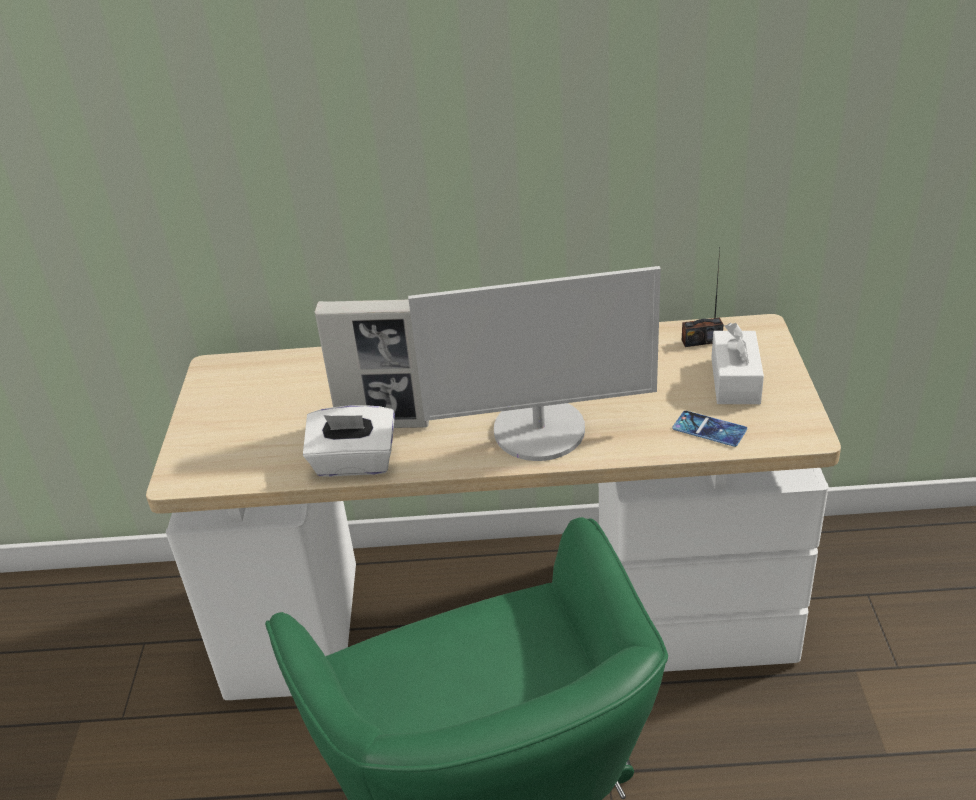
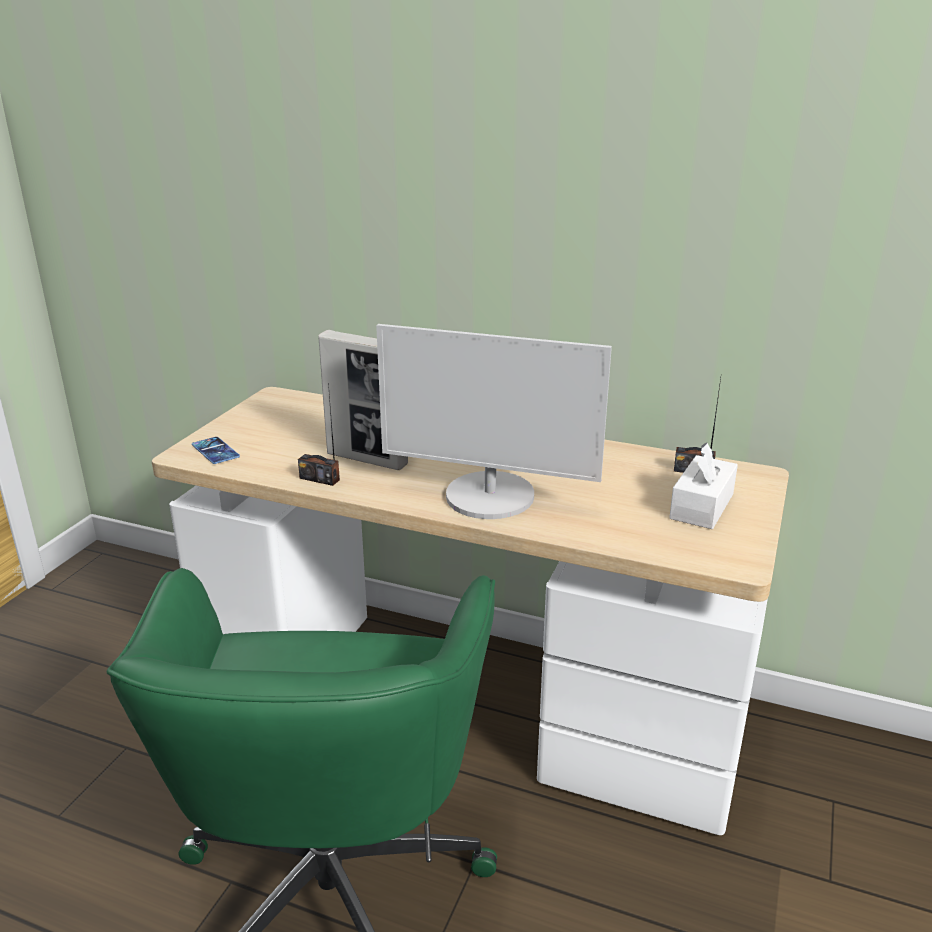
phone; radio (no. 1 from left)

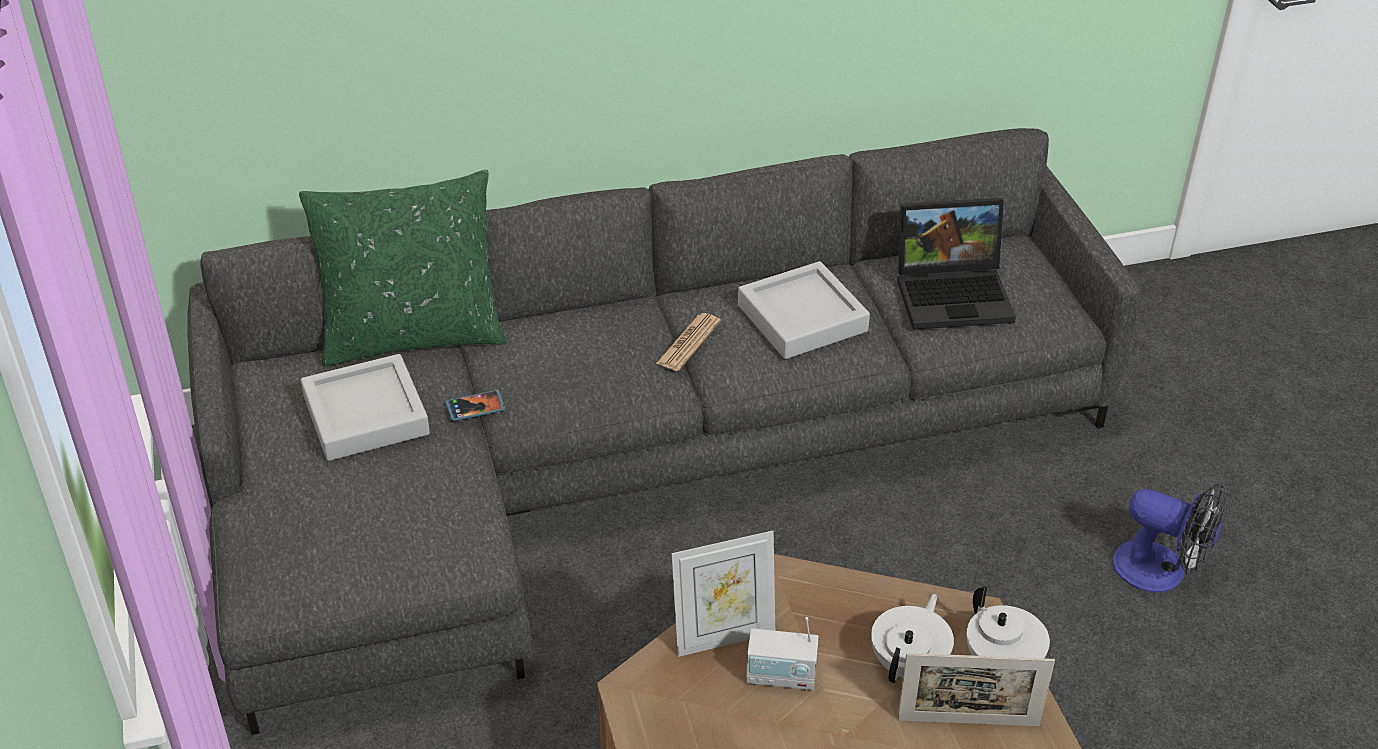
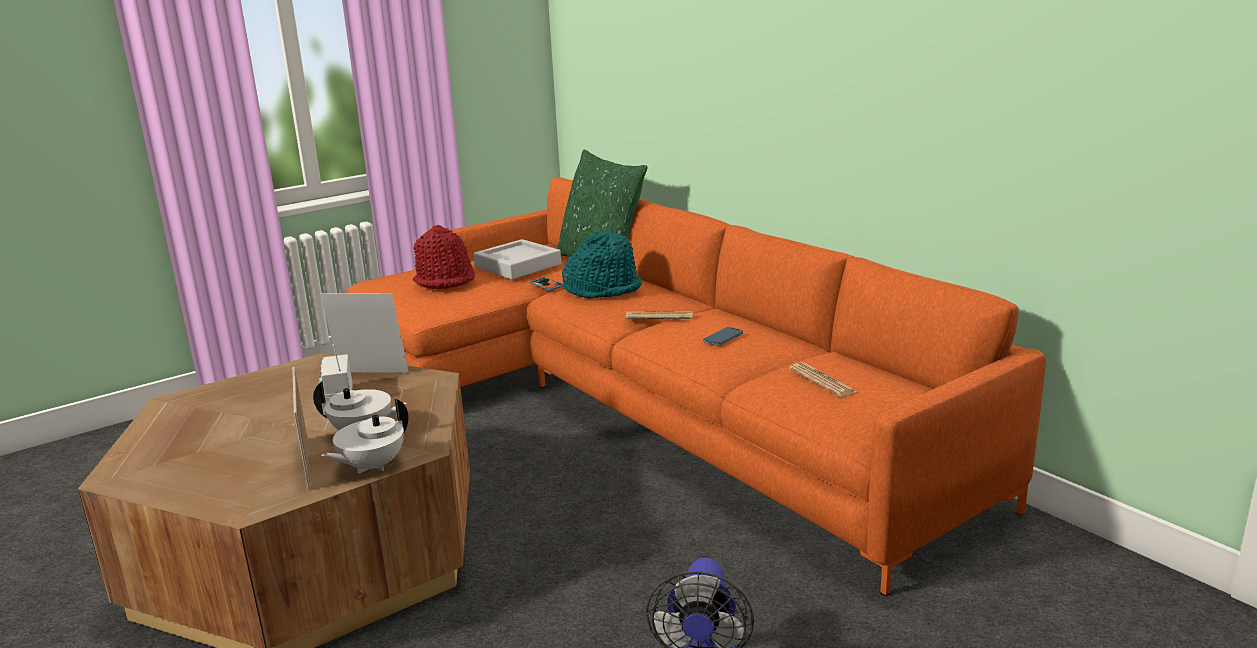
picture frame (no. 2 from left); orange sofa; red hat; turquoise hat; phone (no. 2 from left); newspaper (no. 2 from left)

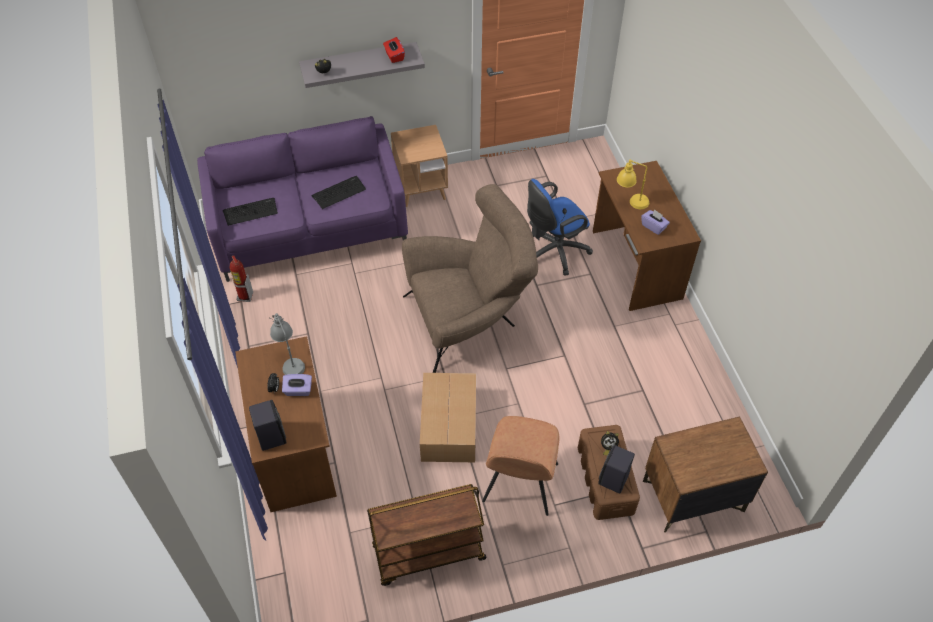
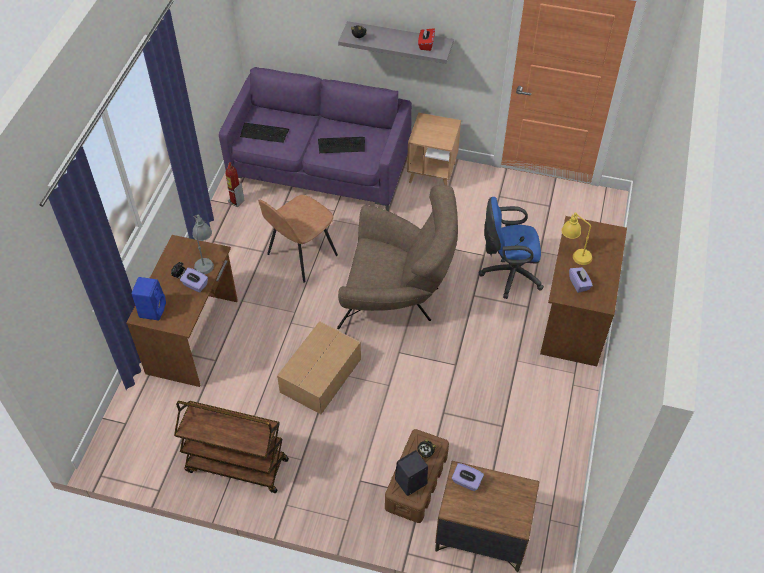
blue speaker; brown chair; purple tissue box (no. 2 from left)

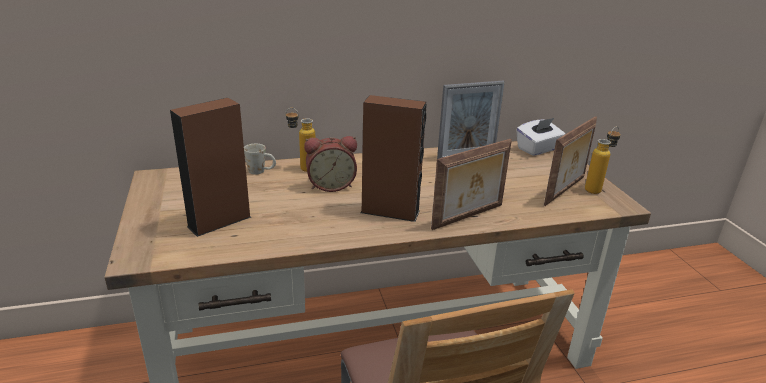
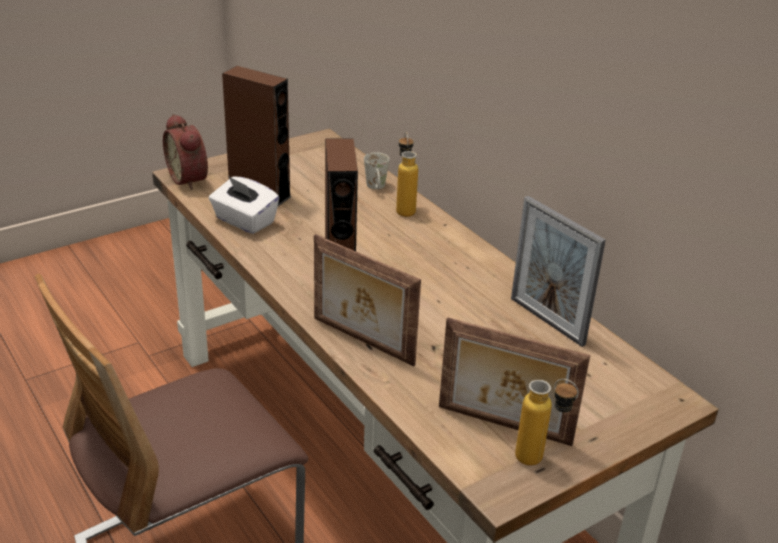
alarm clock; white tissue box

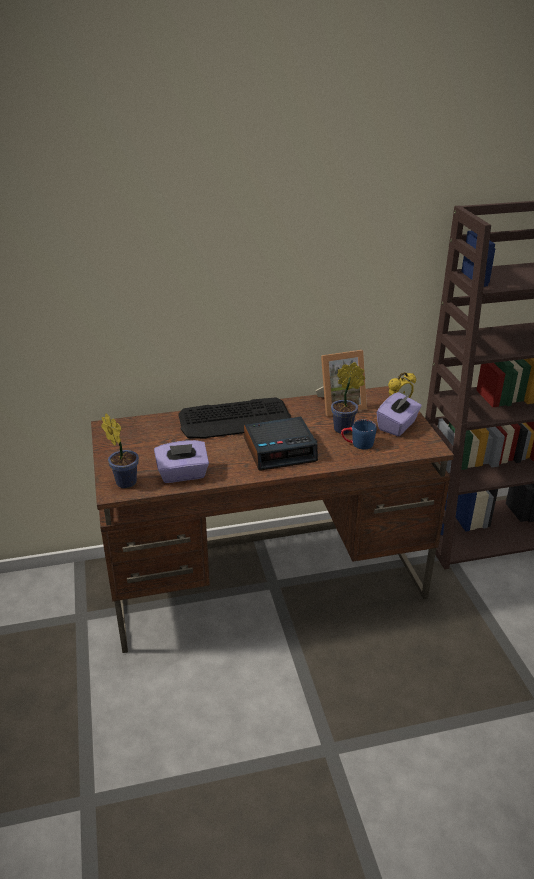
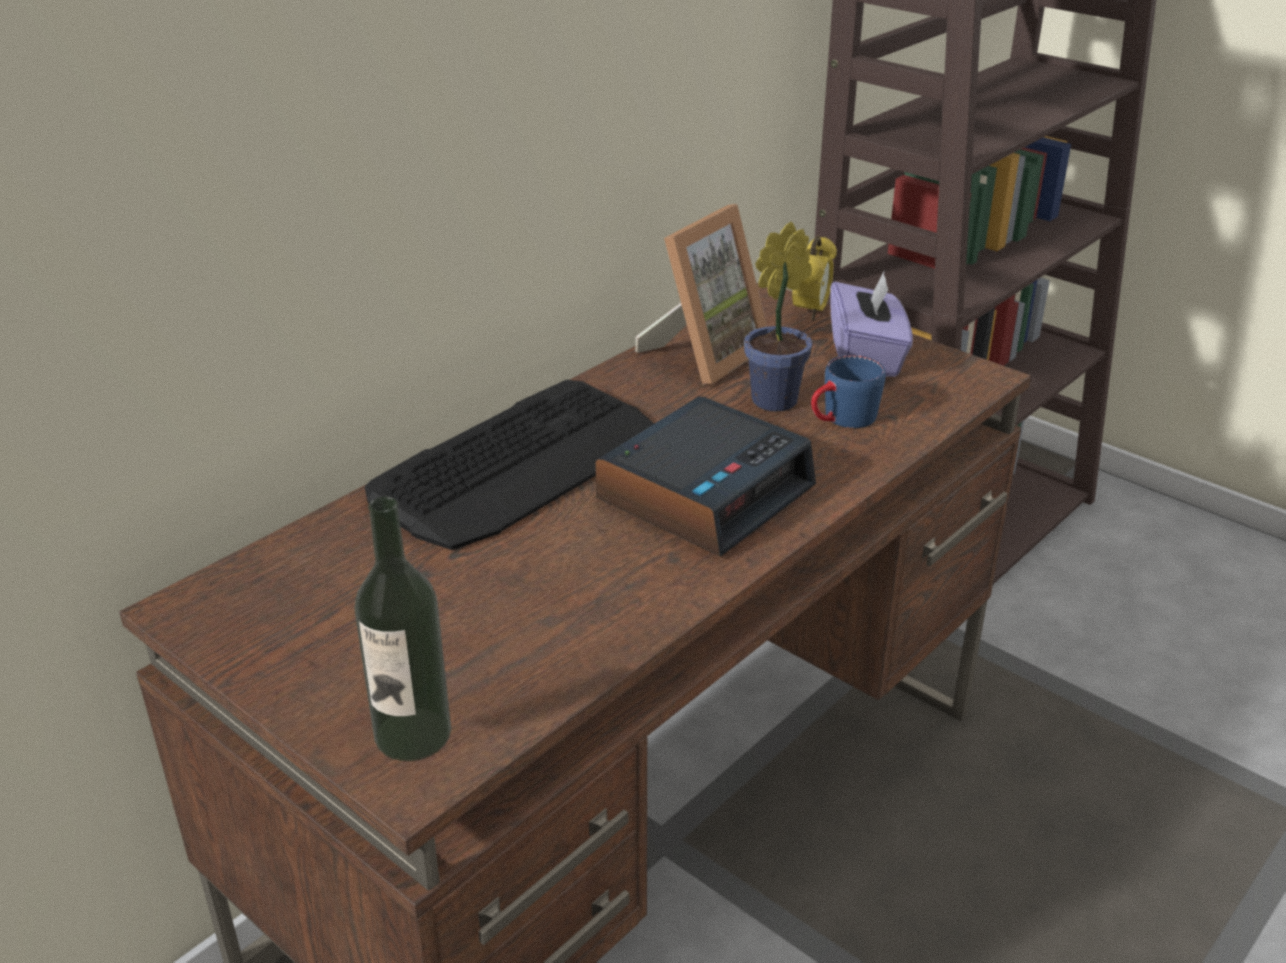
bottle; purple tissue box (no. 1 from left in the first image)

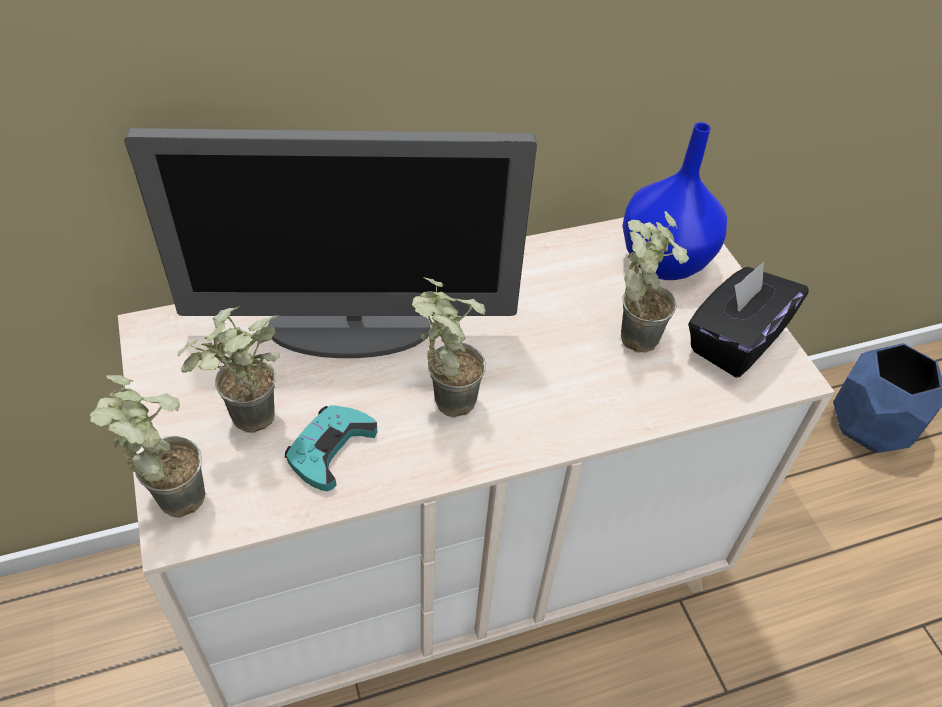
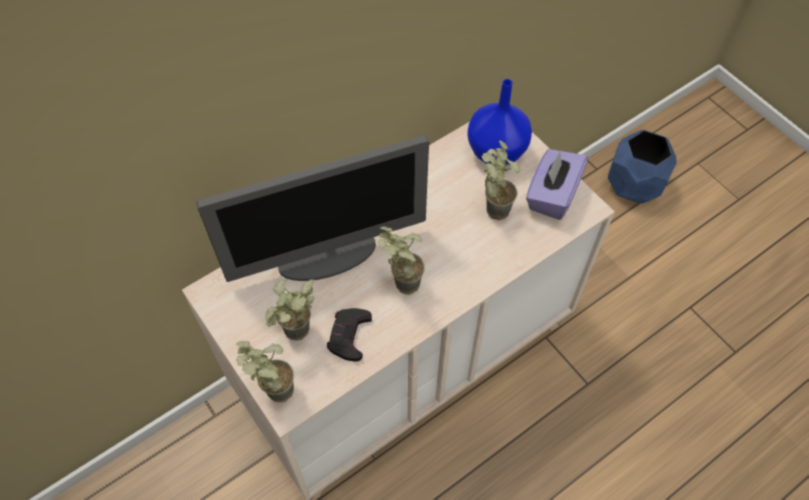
black game controller; purple tissue box

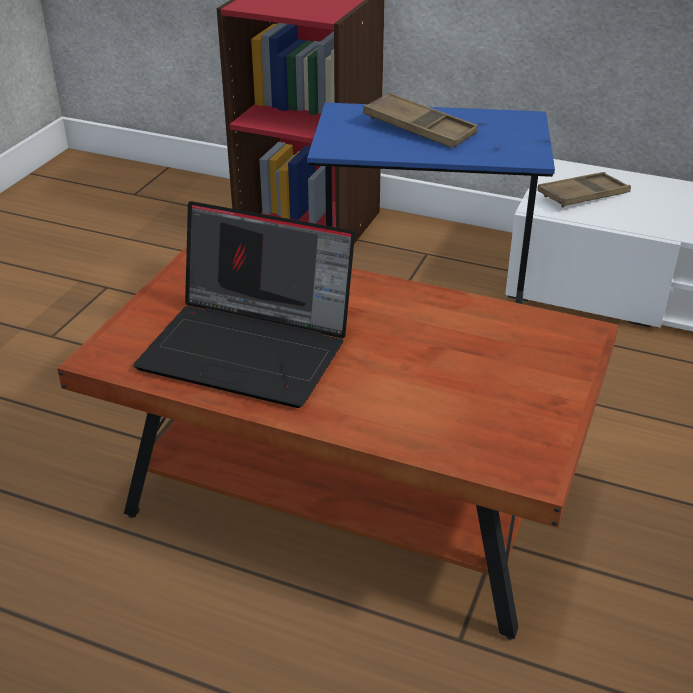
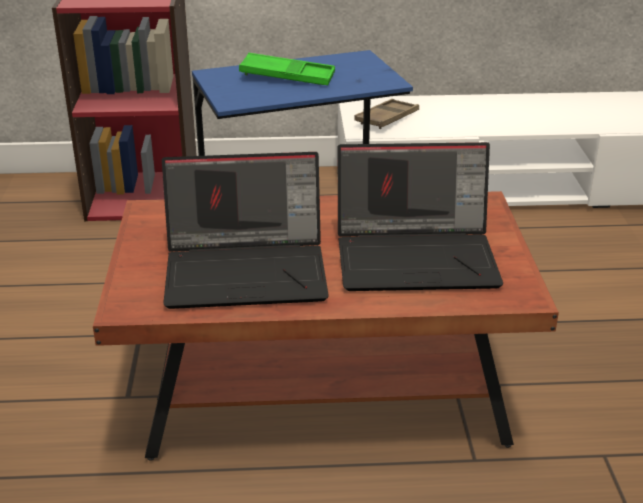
green tray; laptop (no. 2 from left)

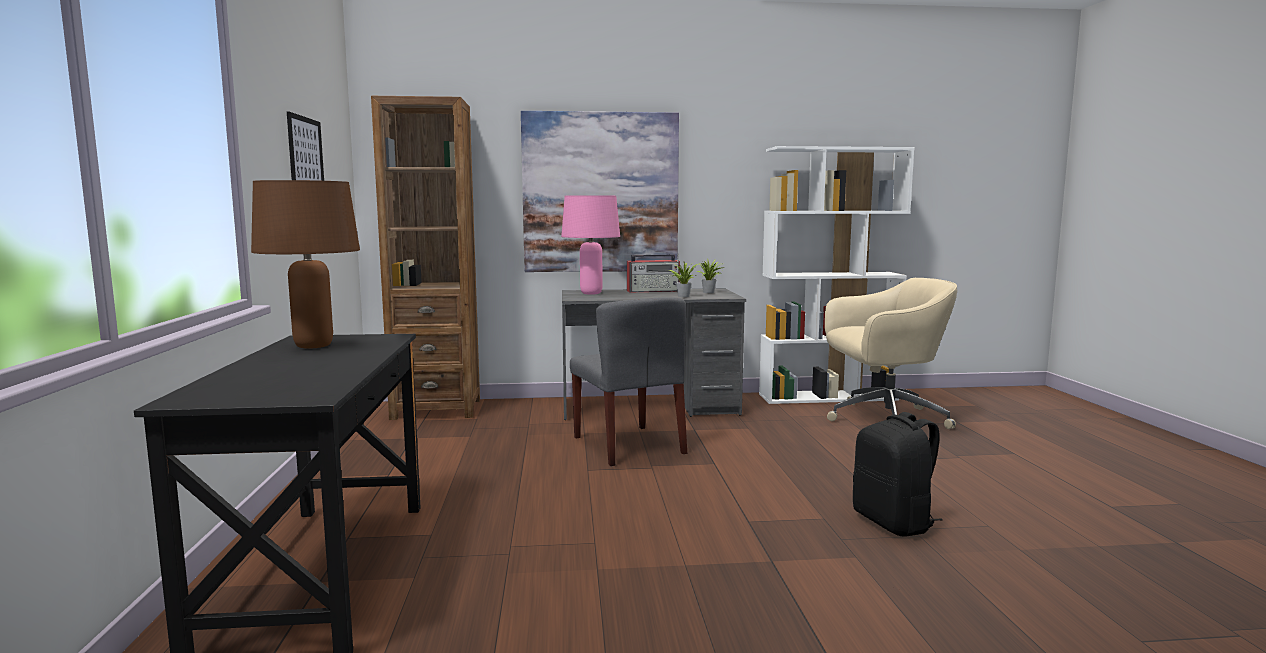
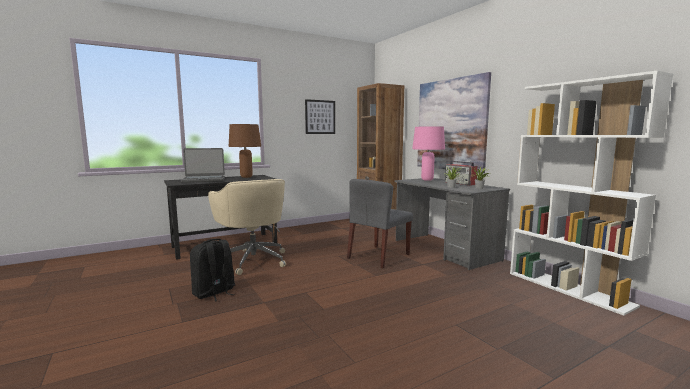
laptop; black backpack; beige office chair

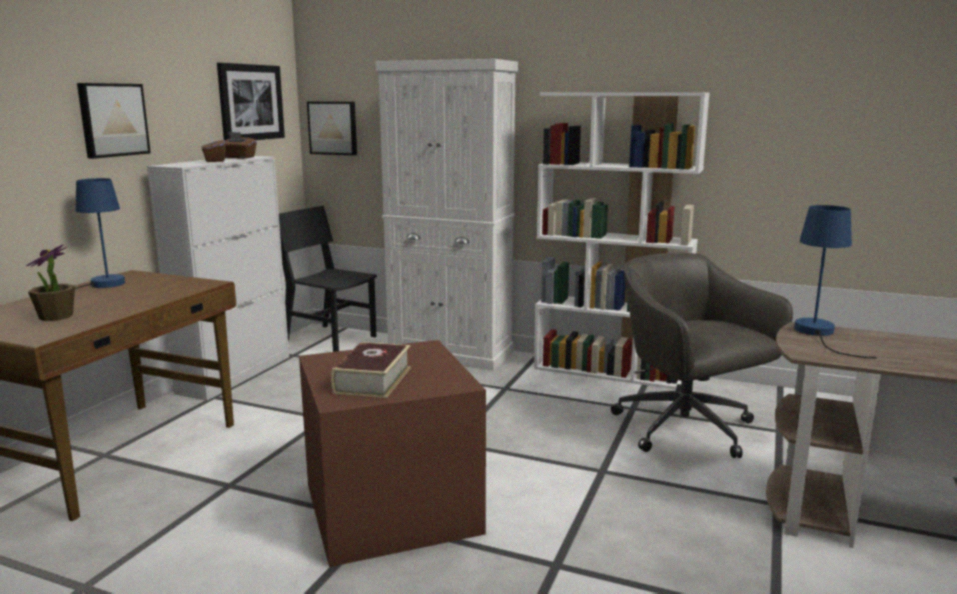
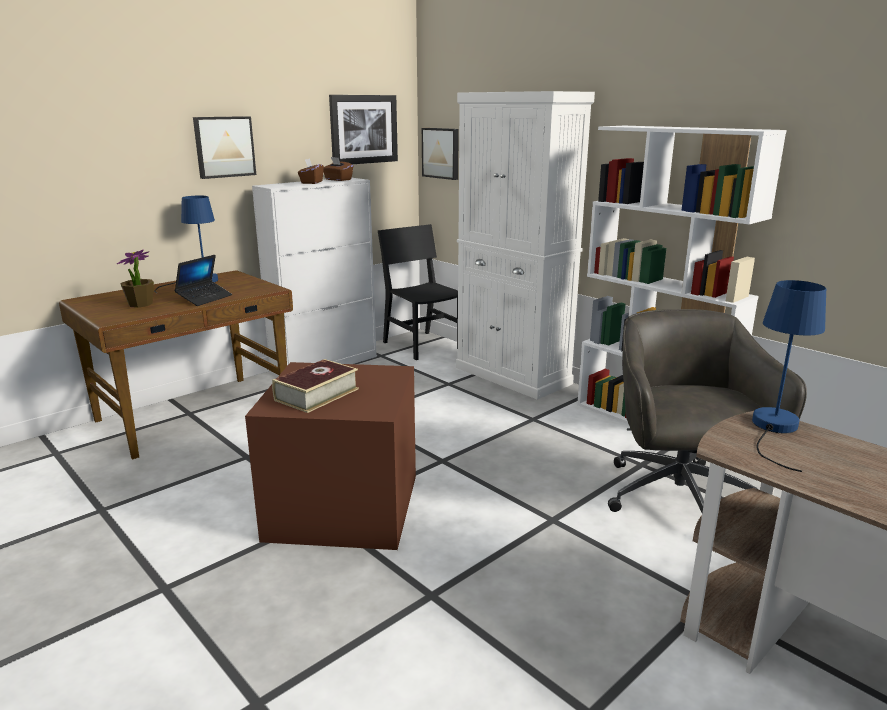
laptop

